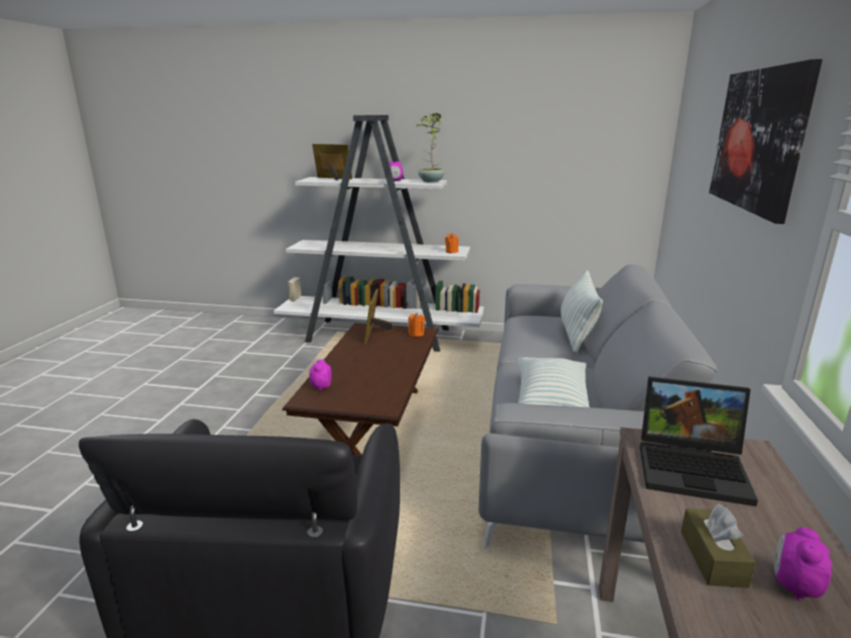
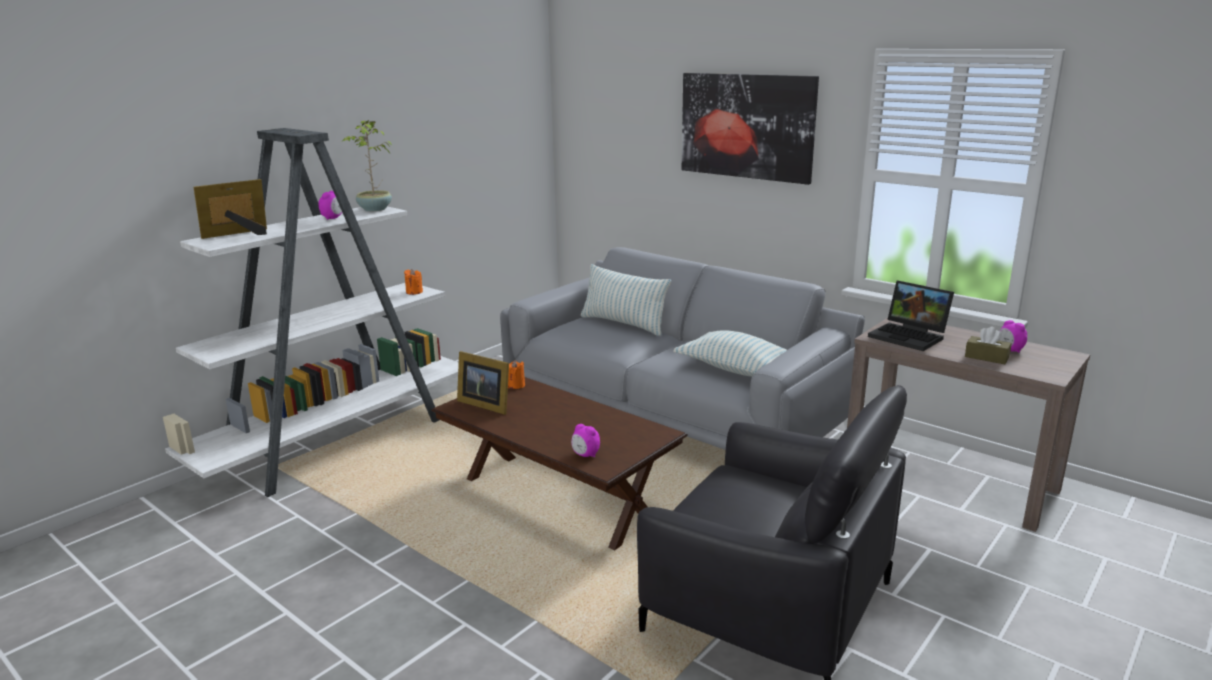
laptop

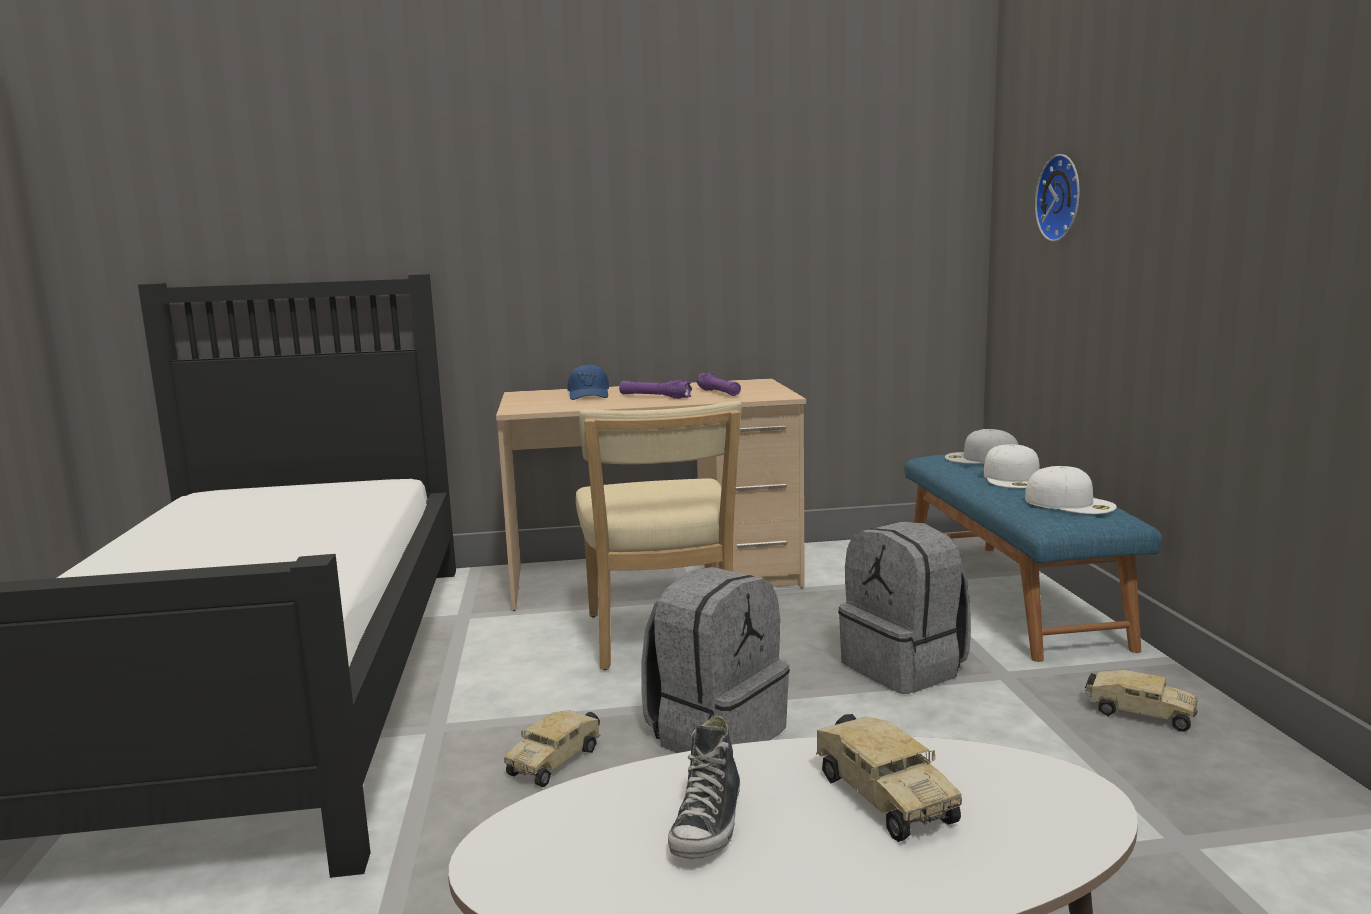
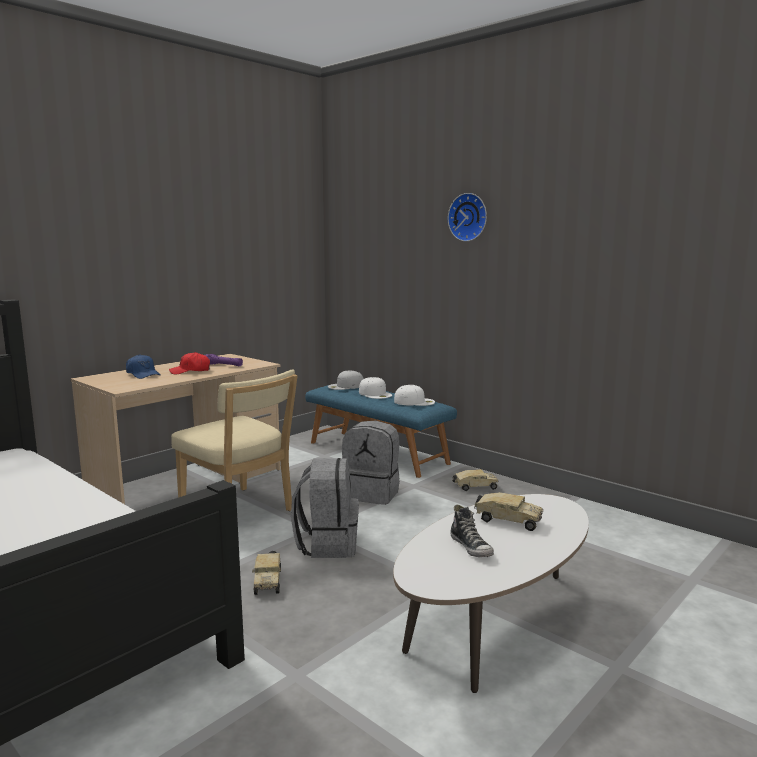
red cap; wall clock

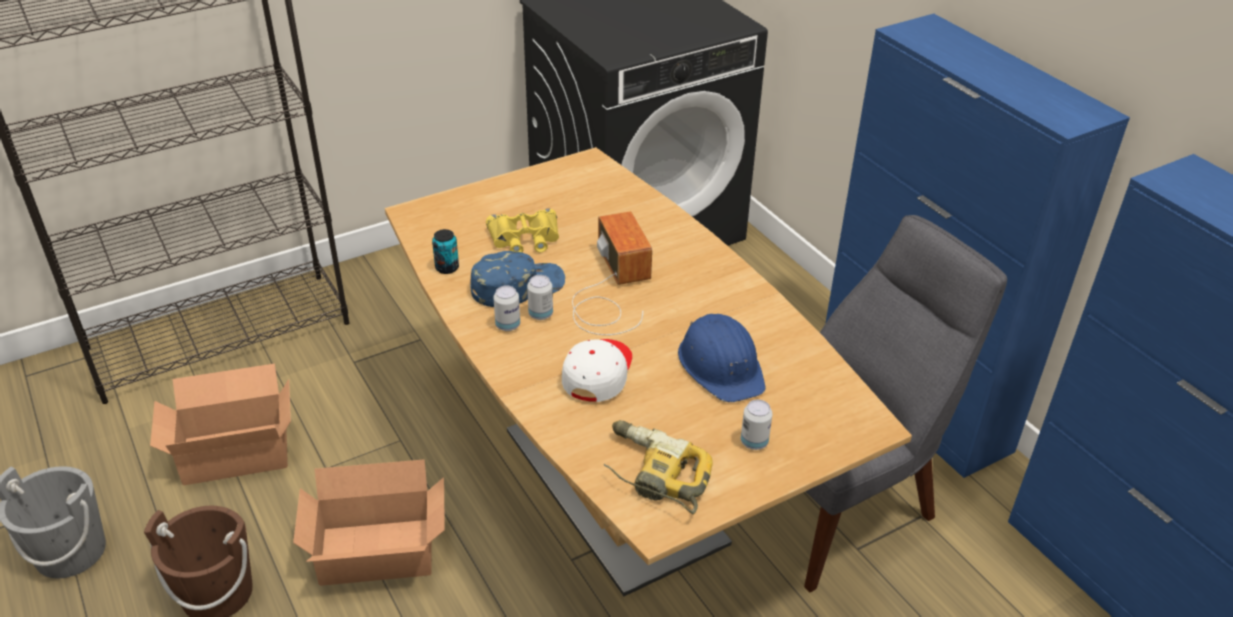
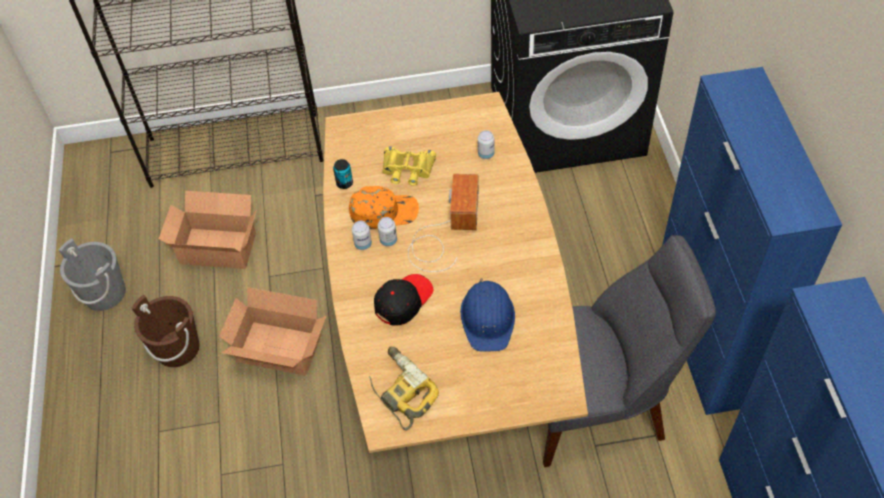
orange cap; black cap; can (no. 4 from left)

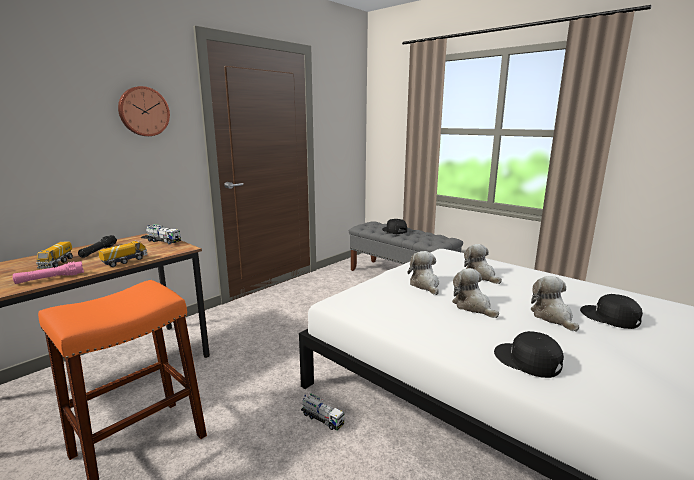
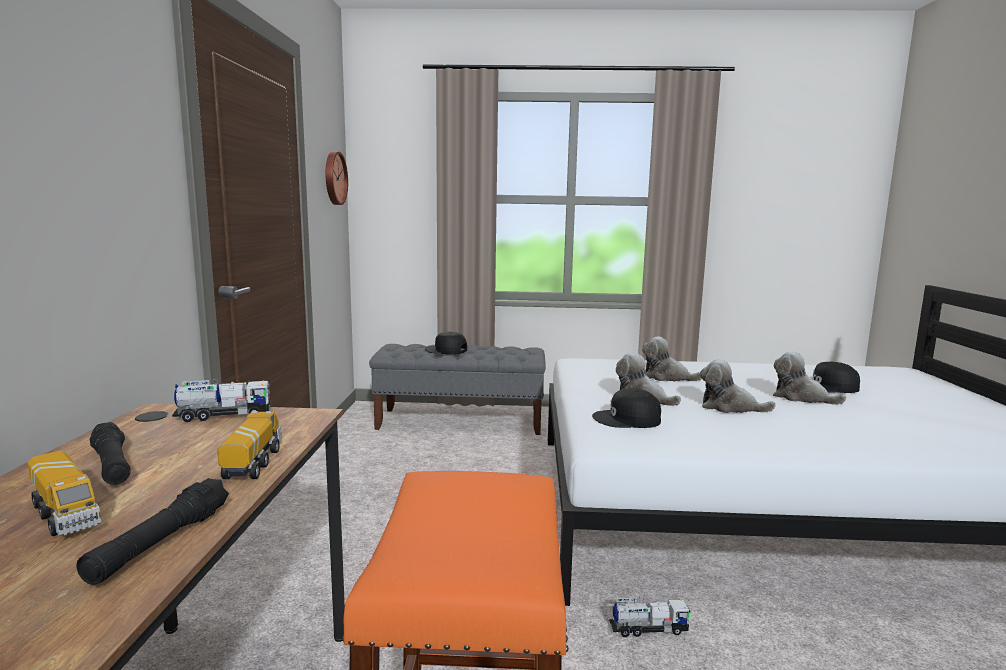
black flashlight (no. 2 from left); wall clock; black cap (no. 2 from left)

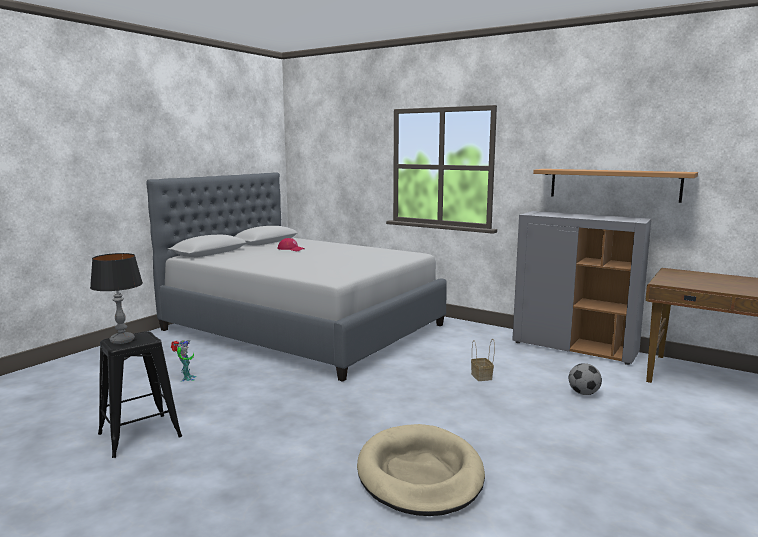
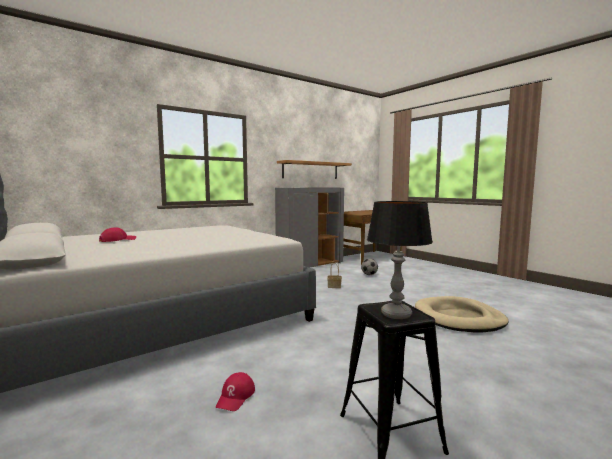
red cap (no. 2 from left)

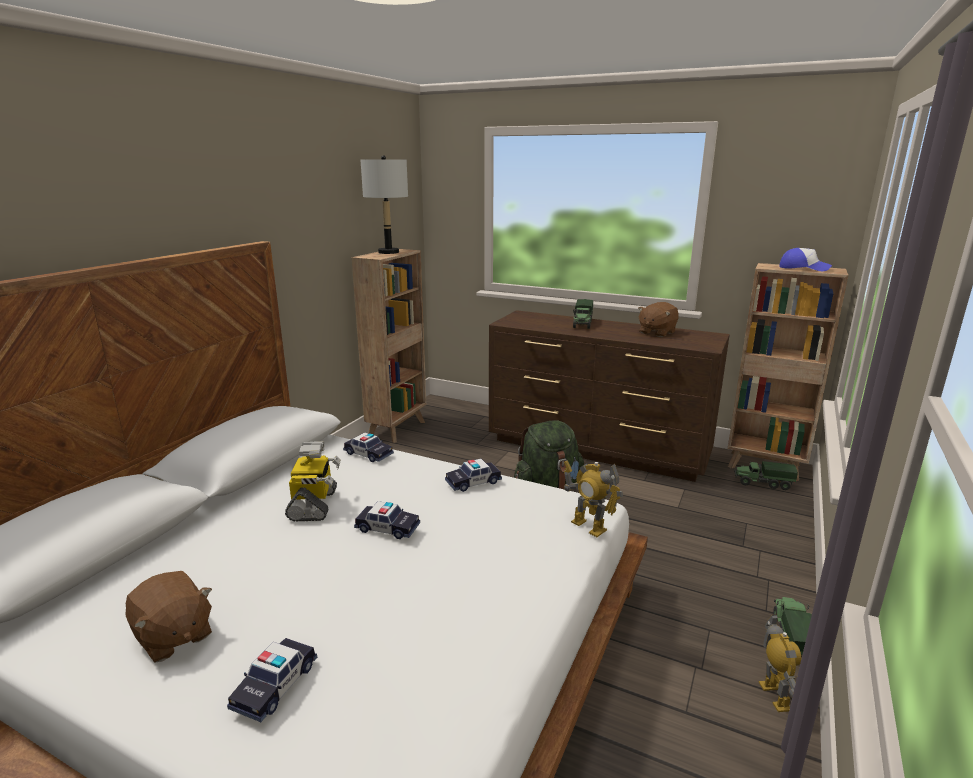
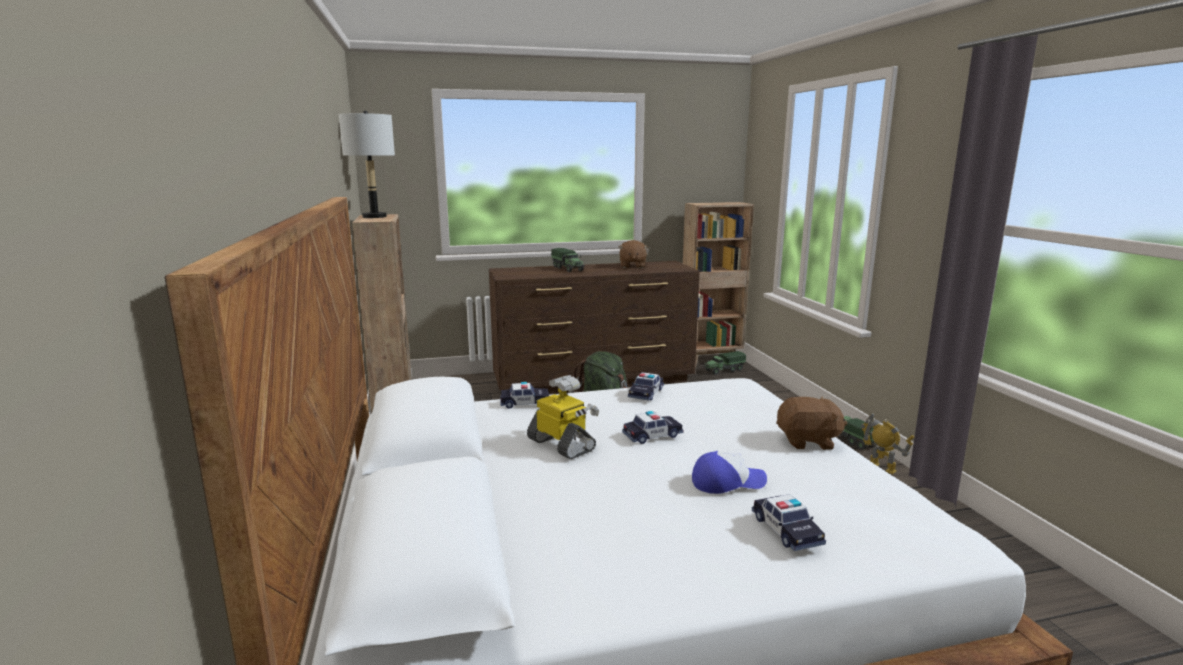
cap; brown plush toy (no. 2 from left); toy robot (no. 2 from left in the first image)

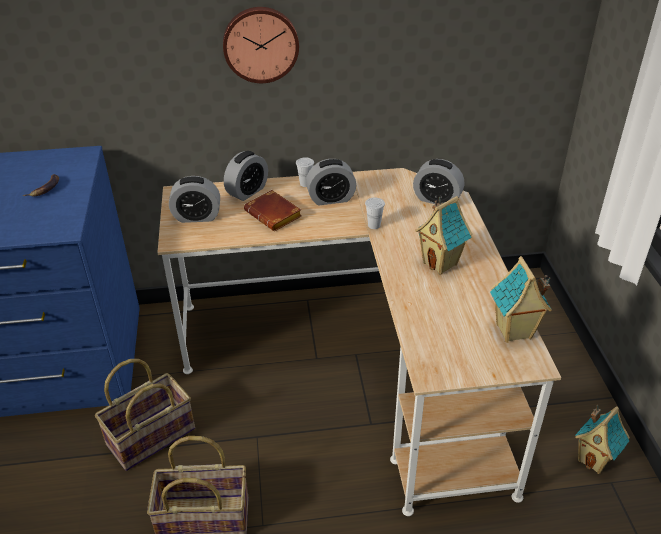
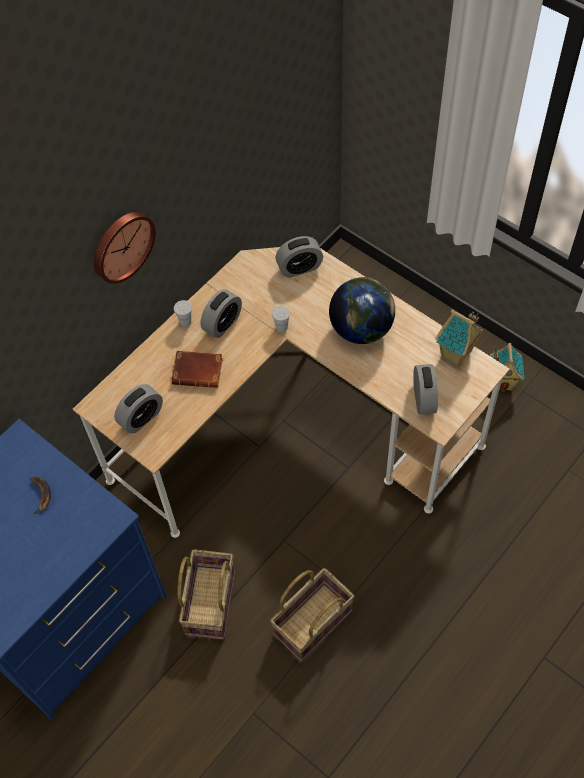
globe; alarm clock (no. 4 from left)

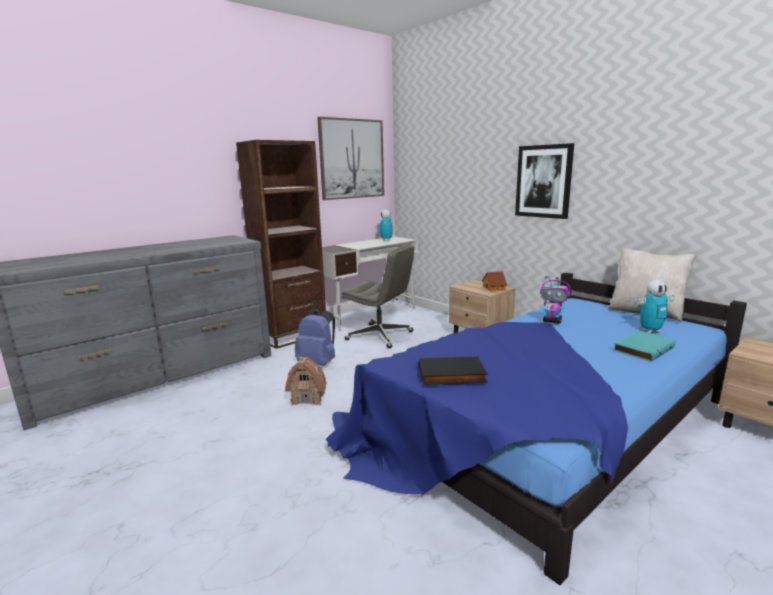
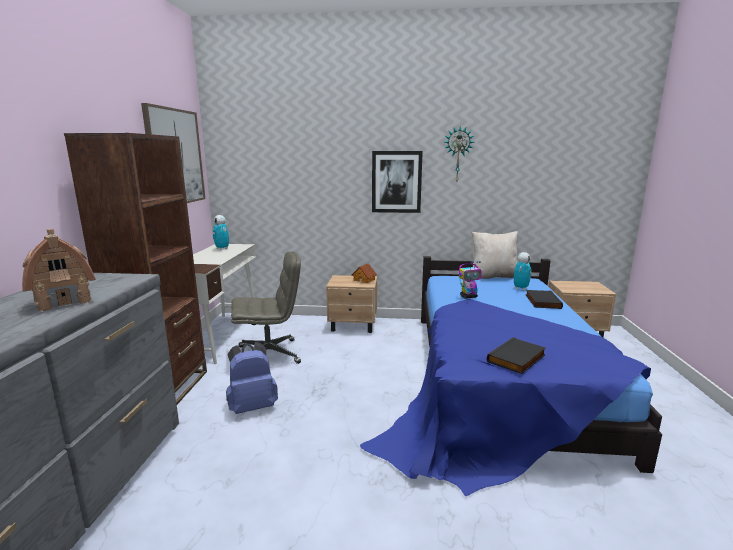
toy house (no. 1 from left); wall clock; black book (no. 2 from left)

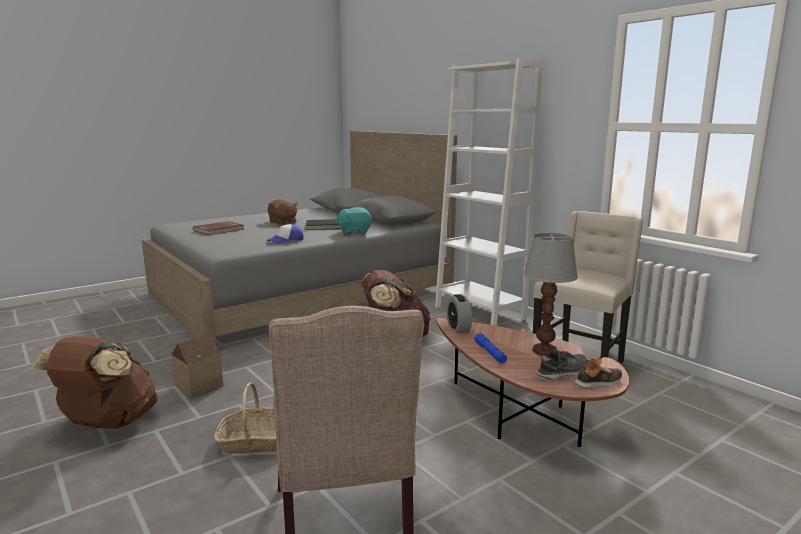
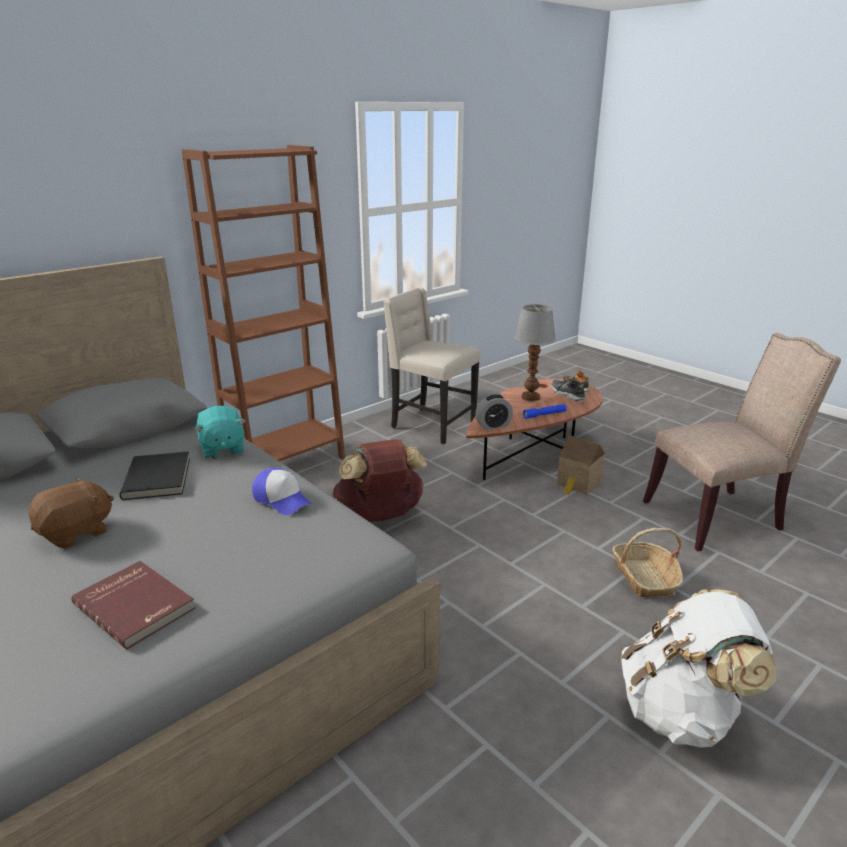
brown bookcase; toy house; white backpack

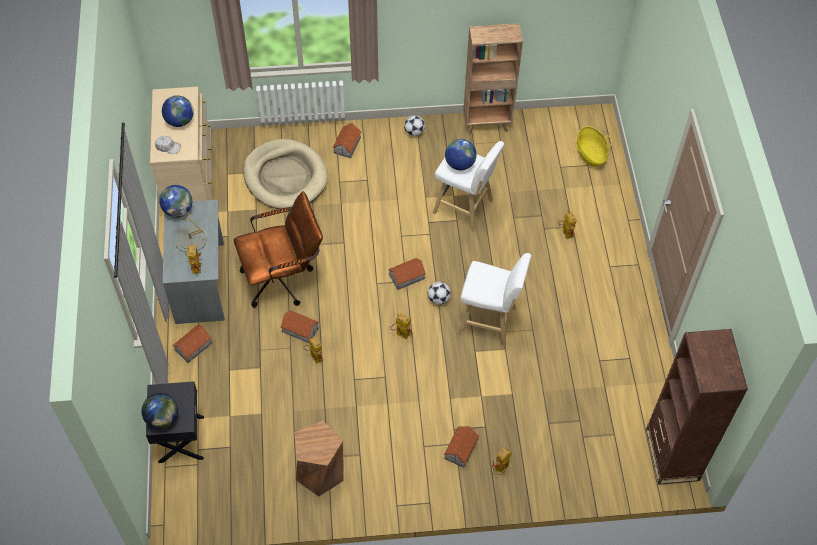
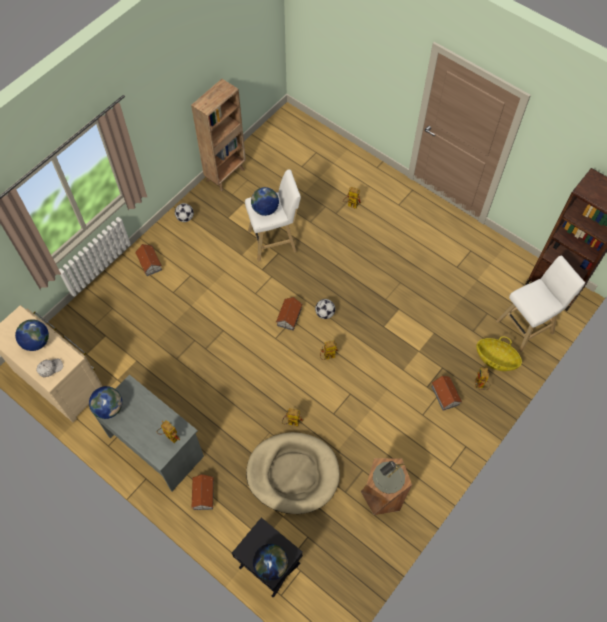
beige dog bed; grey table lamp; basket; white stool (no. 2 from left); brown office chair; toy house (no. 2 from left in the first image)

